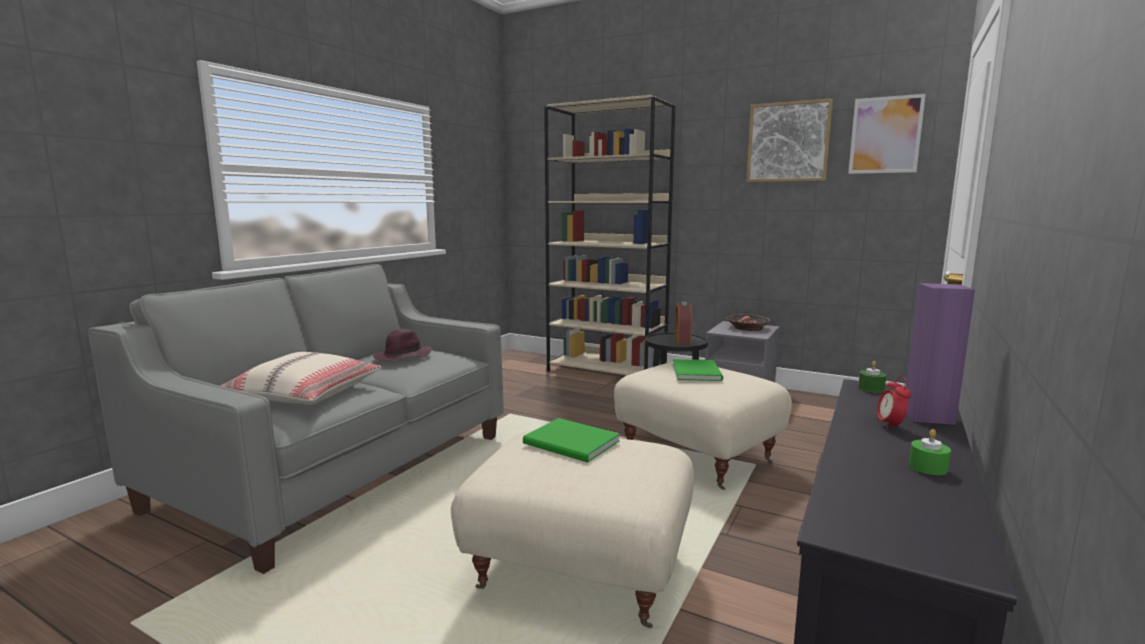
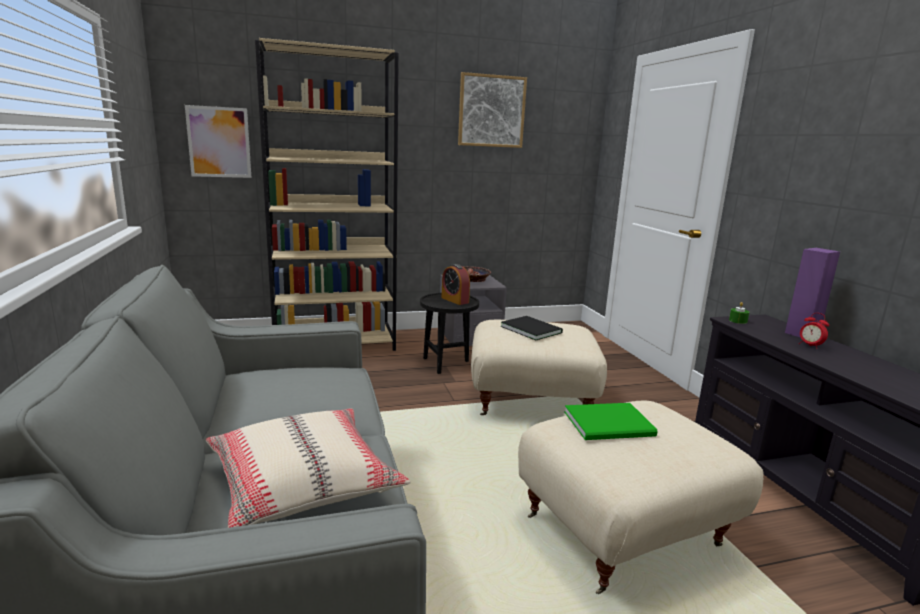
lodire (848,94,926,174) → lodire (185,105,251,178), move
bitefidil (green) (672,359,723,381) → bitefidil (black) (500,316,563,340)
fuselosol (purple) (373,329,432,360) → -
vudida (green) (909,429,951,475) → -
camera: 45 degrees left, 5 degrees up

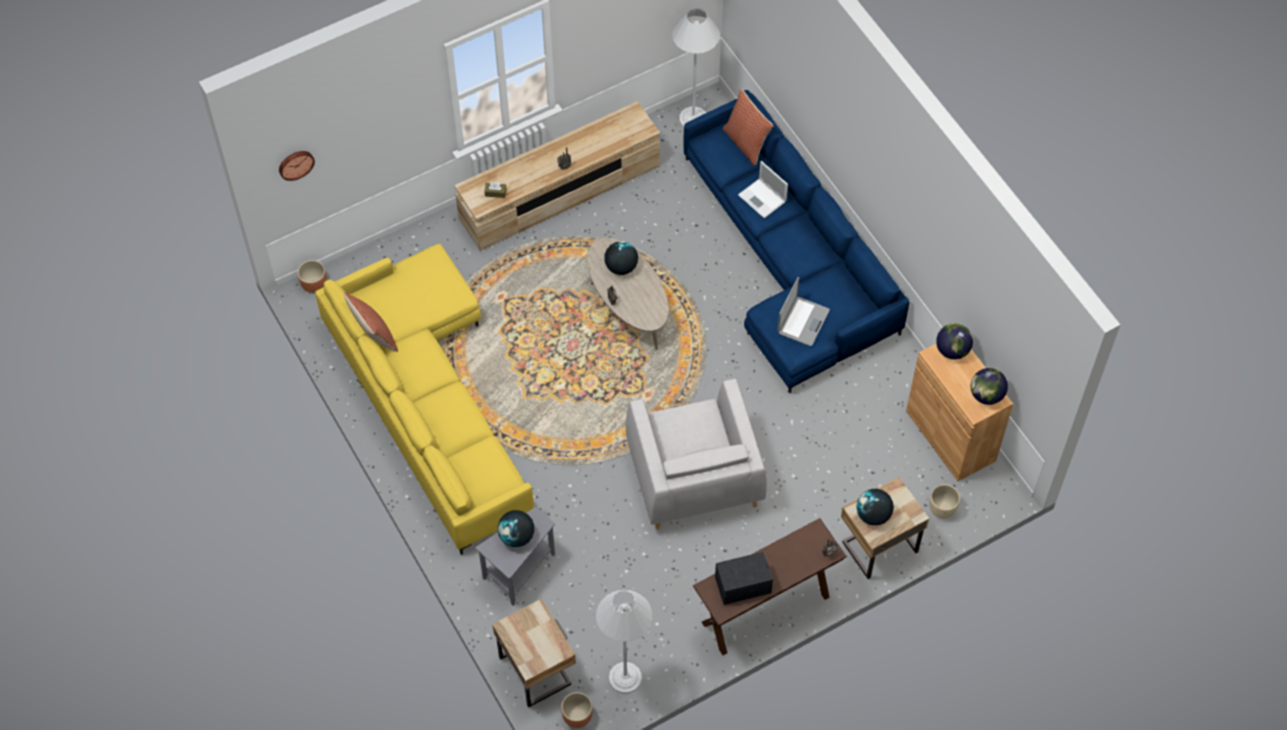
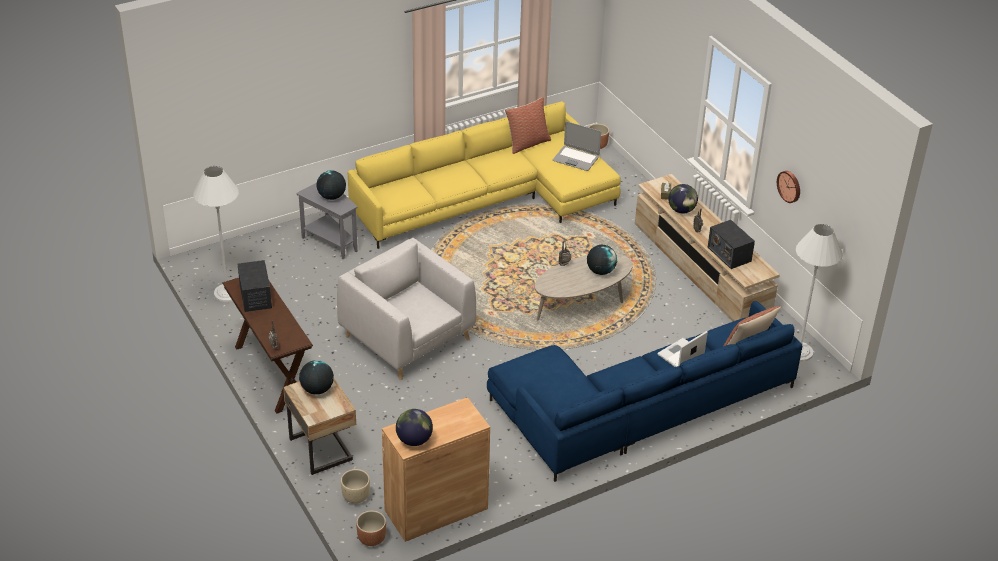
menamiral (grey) (626,379,767,530) → menamiral (grey) (337,238,476,380), 60 degrees clockwise
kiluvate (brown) (561,692,593,728) → kiluvate (brown) (356,511,386,546), move
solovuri (777,277,830,346) → solovuri (553,121,601,171), move
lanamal (936,323,973,359) → lanamal (668,184,698,213), move
- → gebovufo (708,220,755,269)
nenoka (279,151,315,181) → nenoka (777,171,800,203), move
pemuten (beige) (492,599,576,708) → -
camera: 90 degrees right, 20 degrees down

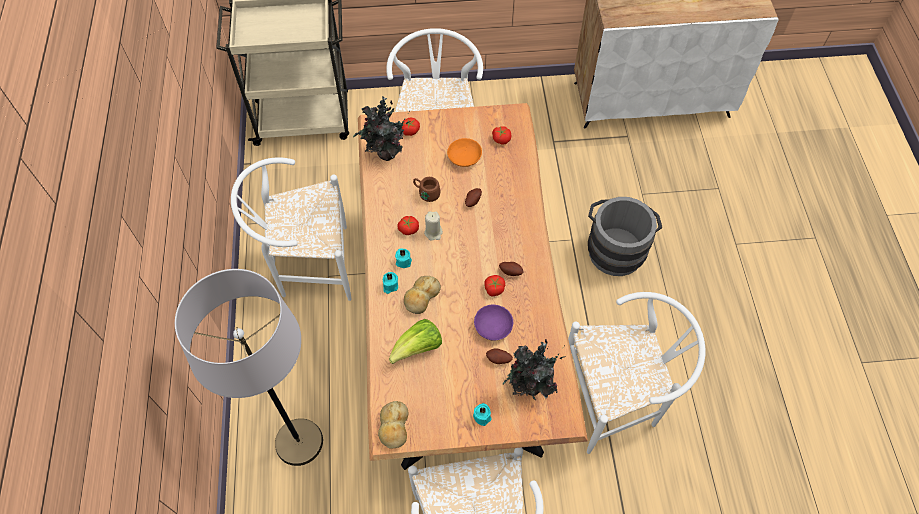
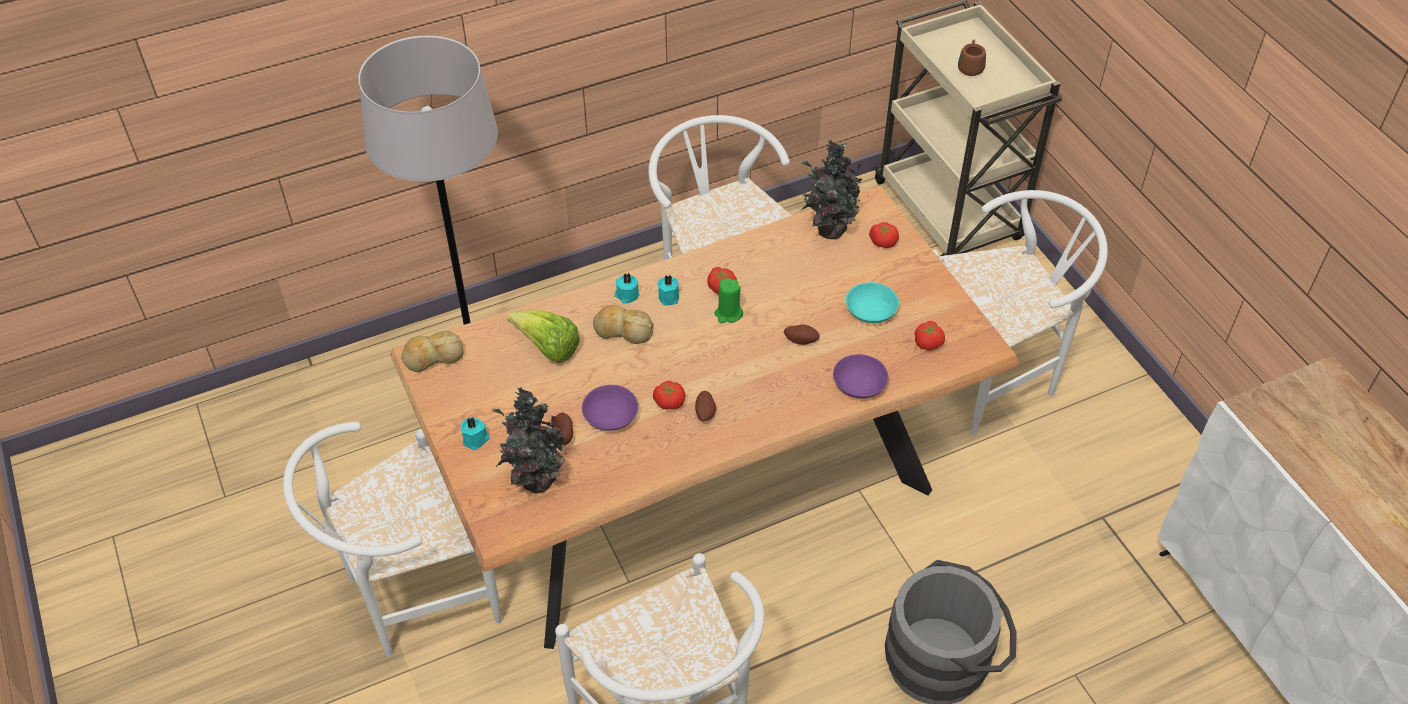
vudida (beige) (424,211,443,241) → vudida (green) (714,278,743,323)
- → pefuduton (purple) (833,354,888,399)
pefuduton (orange) (447,138,482,167) → pefuduton (turquoise) (846,282,899,323)
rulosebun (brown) (413,177,441,202) → rulosebun (brown) (958,40,986,76), move
camera: 70 degrees right, 10 degrees down

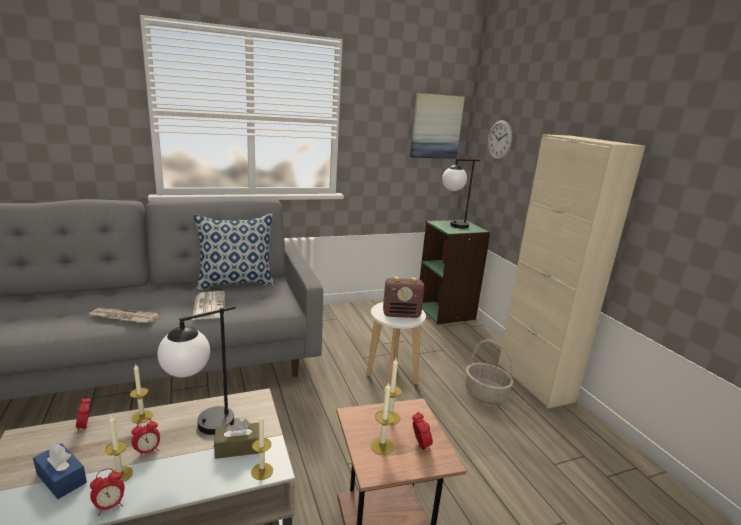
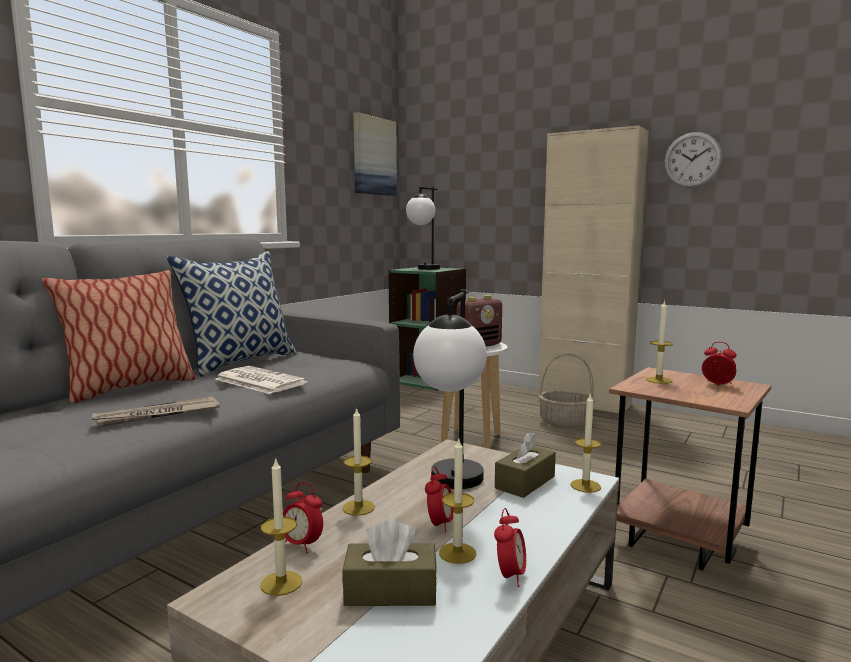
- → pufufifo (42,270,196,403)
vudida (371,382,395,455) → vudida (261,458,302,596), move
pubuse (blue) (33,442,87,499) → pubuse (brown) (342,518,437,606)
nenoka (488,120,512,160) → nenoka (664,132,722,188), move
camera: 35 degrees left, 10 degrees down

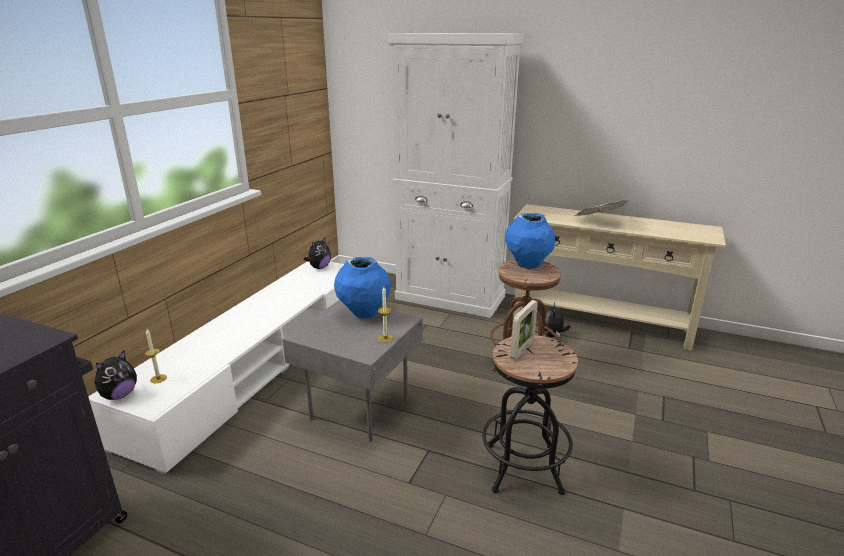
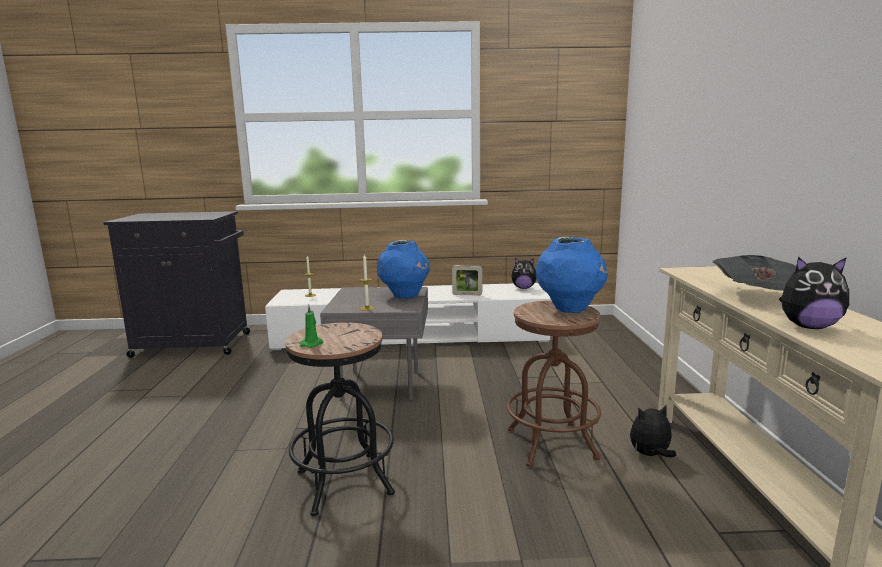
- → vudida (green) (300,305,323,348)
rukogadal (510,300,538,360) → rukogadal (452,265,482,295), move
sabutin (94,351,137,400) → sabutin (779,257,849,329), move
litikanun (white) (388,33,523,318) → -
camera: 65 degrees right, 10 degrees down

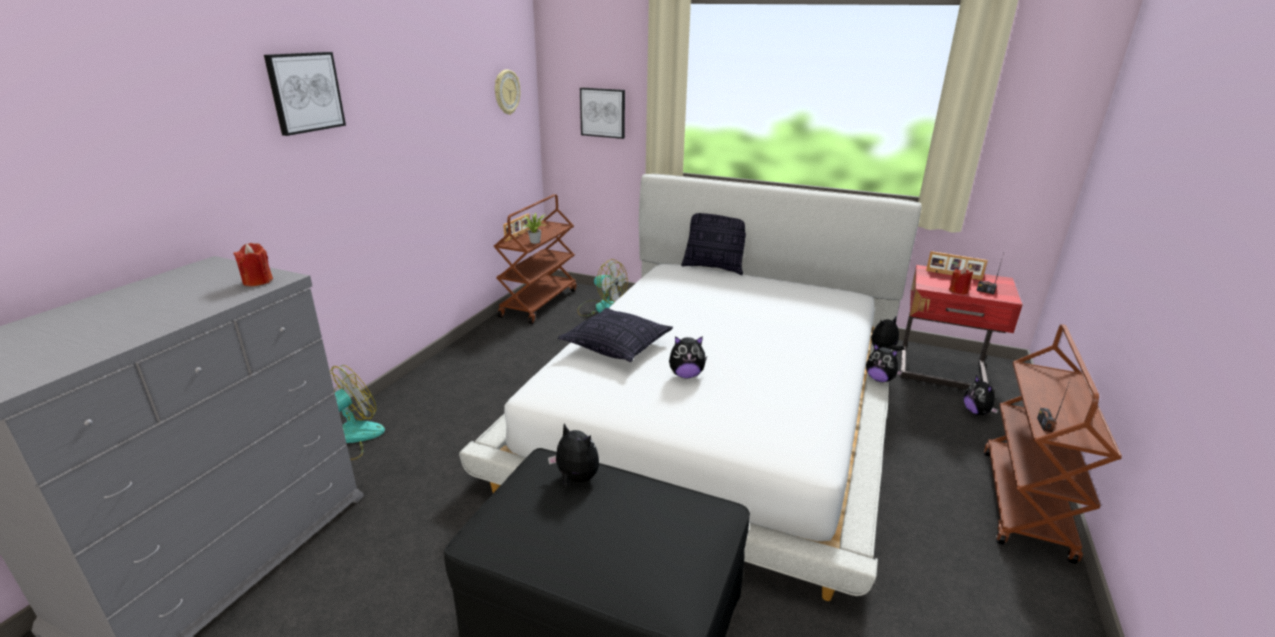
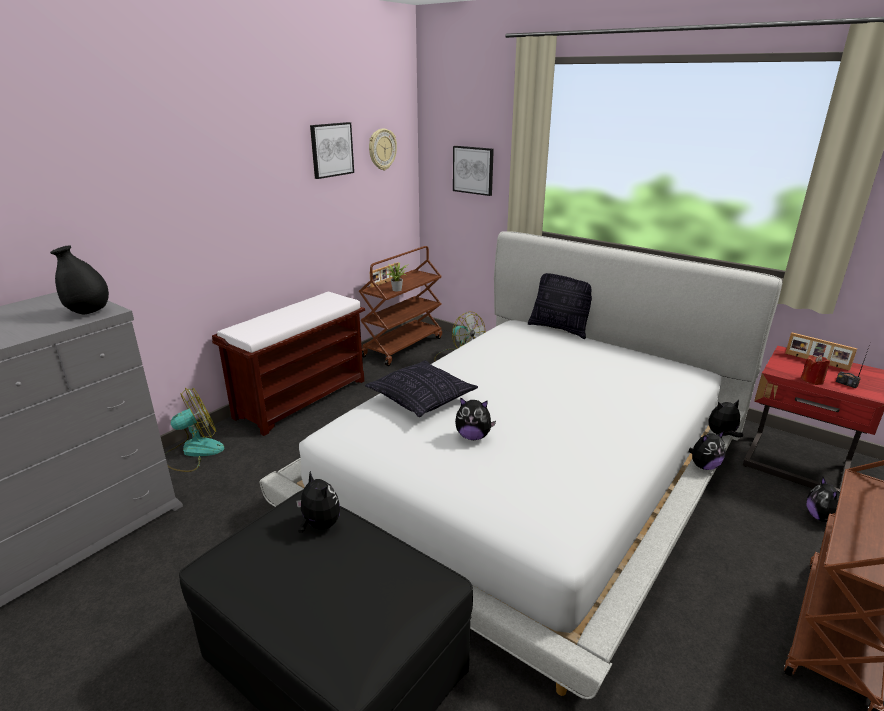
vudida (red) (233,243,273,286) → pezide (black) (50,245,109,315)
- → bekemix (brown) (212,292,365,436)
lodire (264,52,346,136) → lodire (310,122,354,179), move
sabutin (866,343,903,382) → sabutin (689,431,726,470), 75 degrees counterclockwise
gebovufo (1037,381,1070,432) → -
camera: 15 degrees right, 0 degrees up

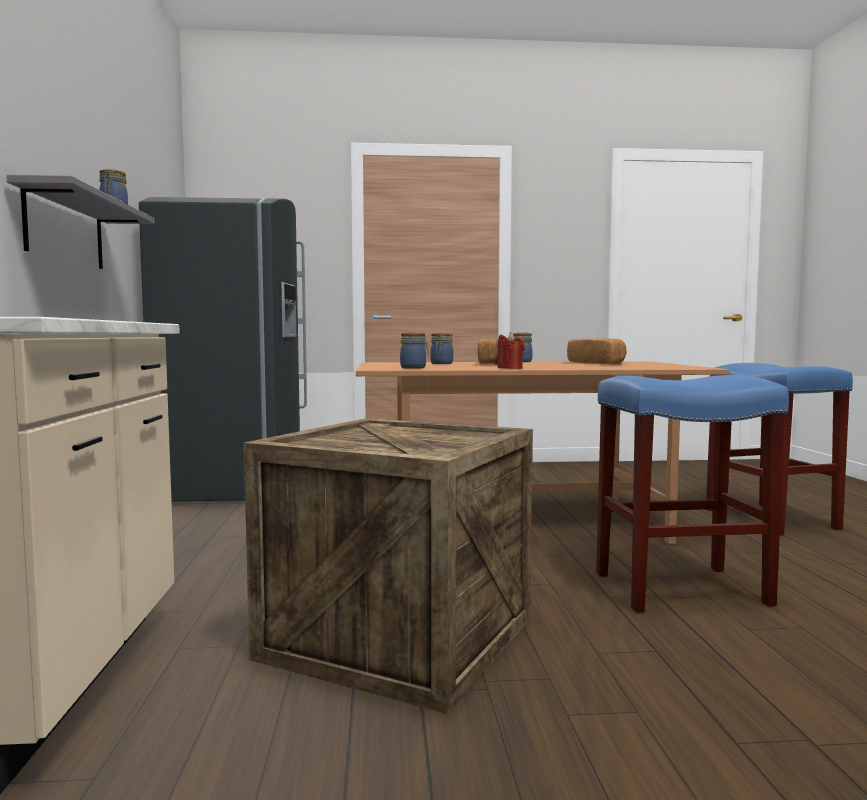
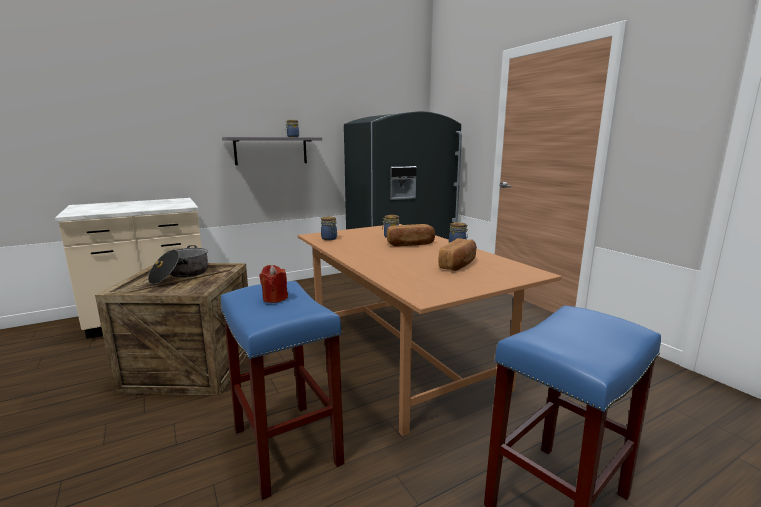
- → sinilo (148,245,208,284)
vudida (red) (498,332,525,369) → vudida (red) (260,265,288,303), move
camera: 65 degrees right, 10 degrees up

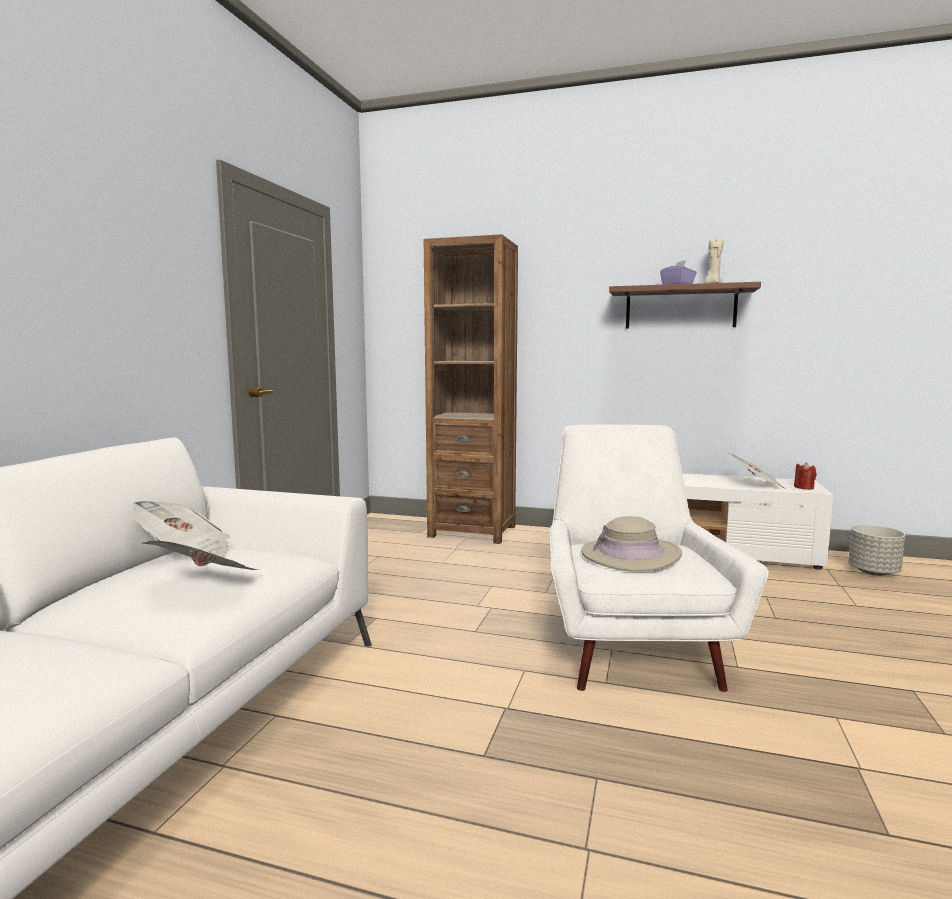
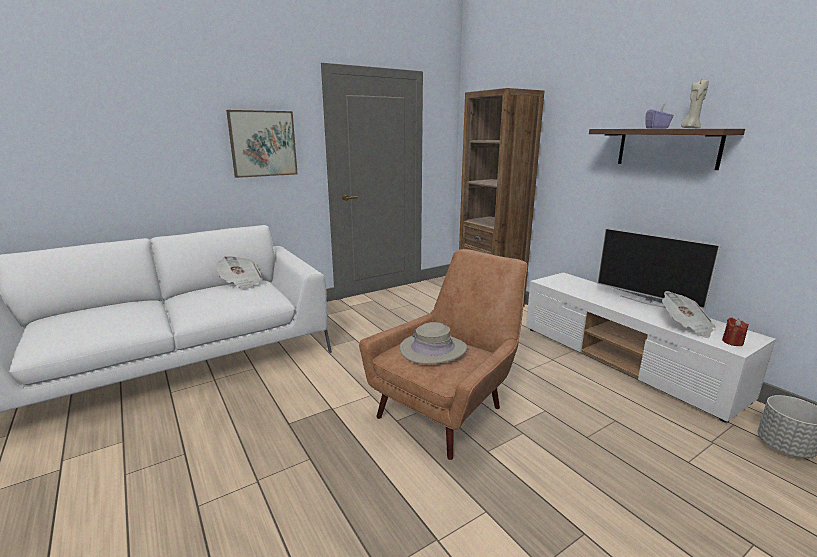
- → lodire (226,110,298,178)
menamiral (white) (549,424,769,692) → menamiral (brown) (359,249,528,460)
- → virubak (597,228,721,309)
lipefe (142,541,258,570) → -
camera: 40 degrees right, 10 degrees up

